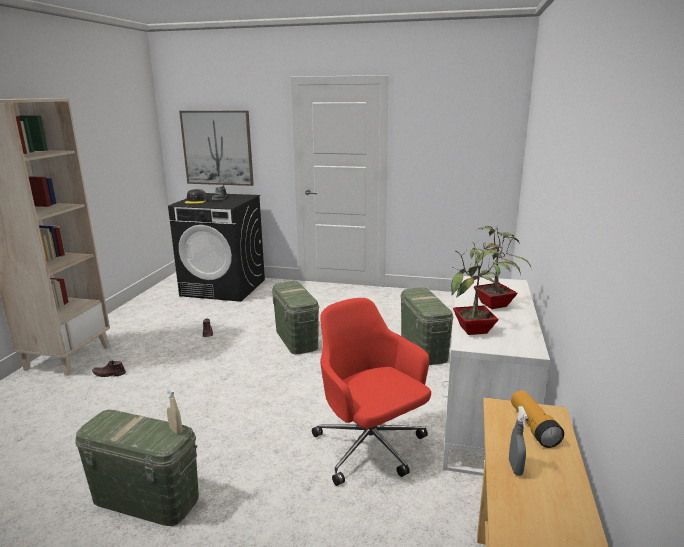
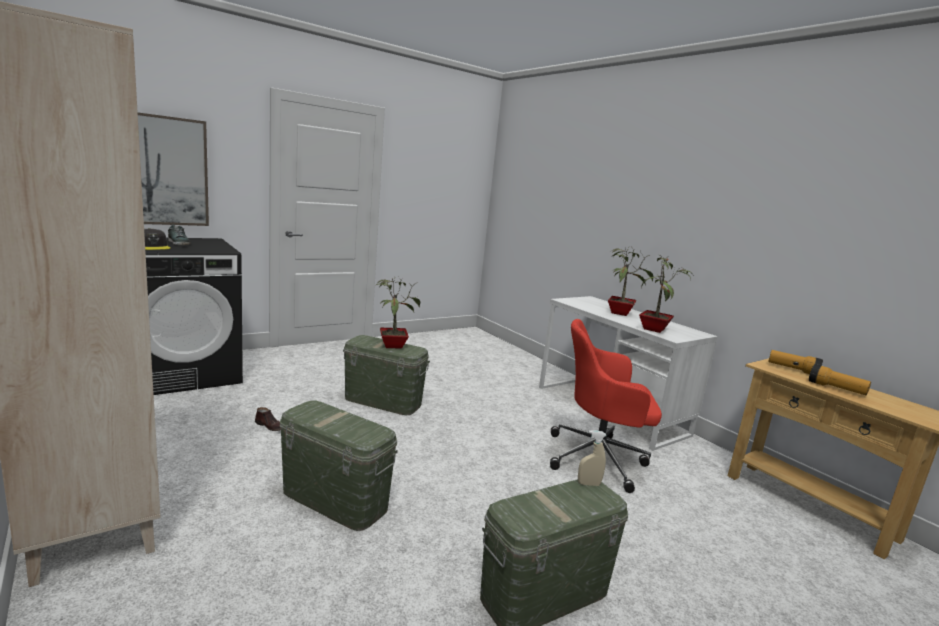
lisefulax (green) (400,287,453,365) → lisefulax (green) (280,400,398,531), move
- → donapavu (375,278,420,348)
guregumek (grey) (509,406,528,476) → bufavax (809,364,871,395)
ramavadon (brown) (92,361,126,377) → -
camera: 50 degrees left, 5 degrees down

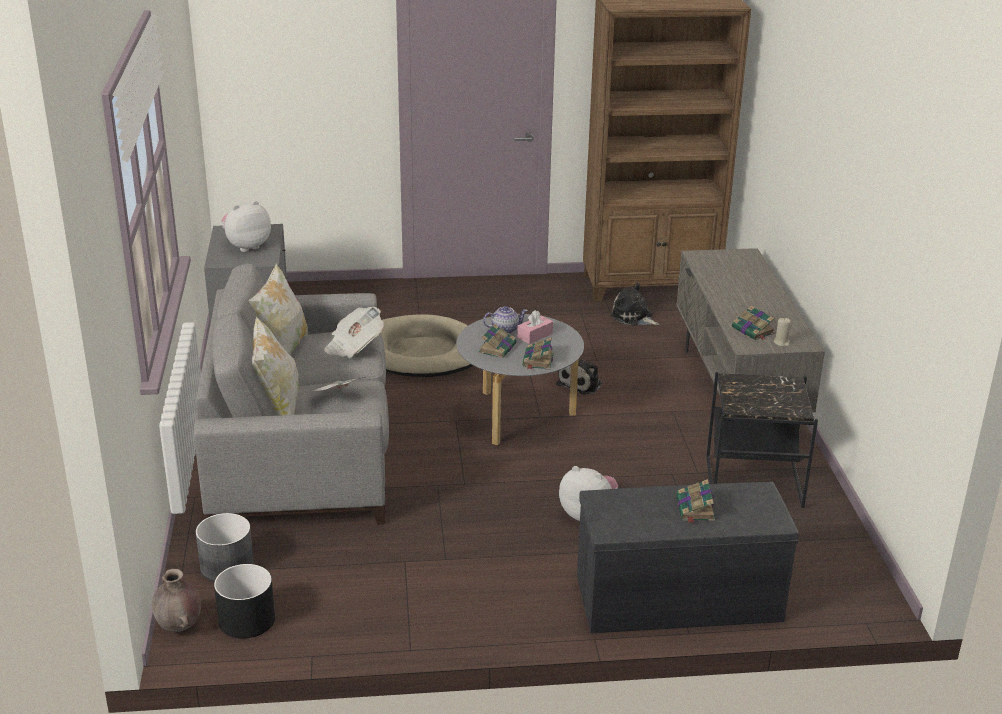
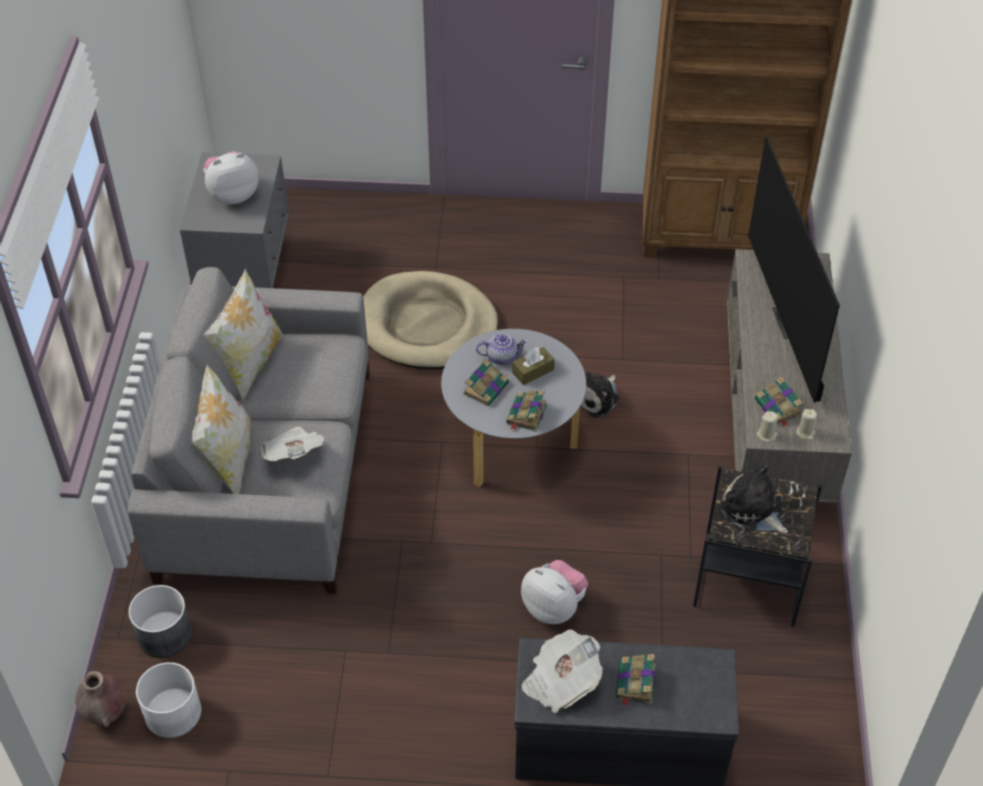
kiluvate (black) (214,564,275,639) → kiluvate (white) (136,662,201,738)
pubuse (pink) (517,310,553,344) → pubuse (brown) (512,347,555,385)
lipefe (324,307,384,358) → lipefe (522,630,603,713), move
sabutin (611,283,659,326) → sabutin (719,464,788,533), move
- → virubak (748,137,840,403)
- → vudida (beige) (757,411,778,442)
camera: 10 degrees right, 20 degrees up

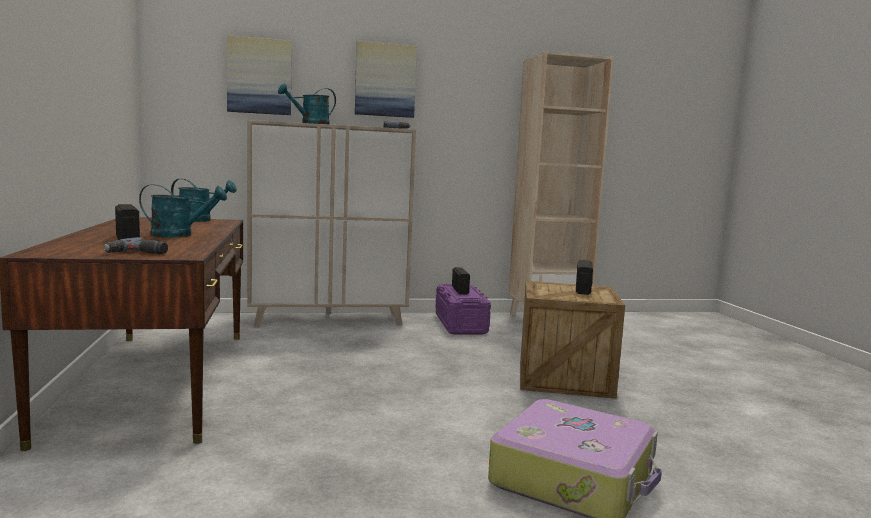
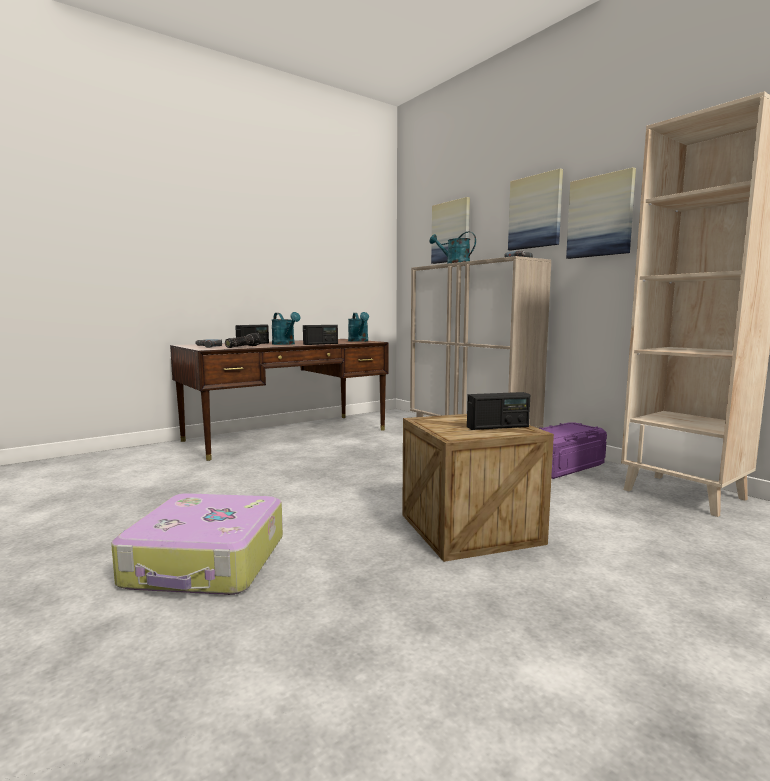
- → bufavax (225,333,261,348)
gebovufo (452,267,470,295) → gebovufo (303,325,338,345), move
- → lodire (566,167,636,259)
camera: 65 degrees right, 0 degrees up

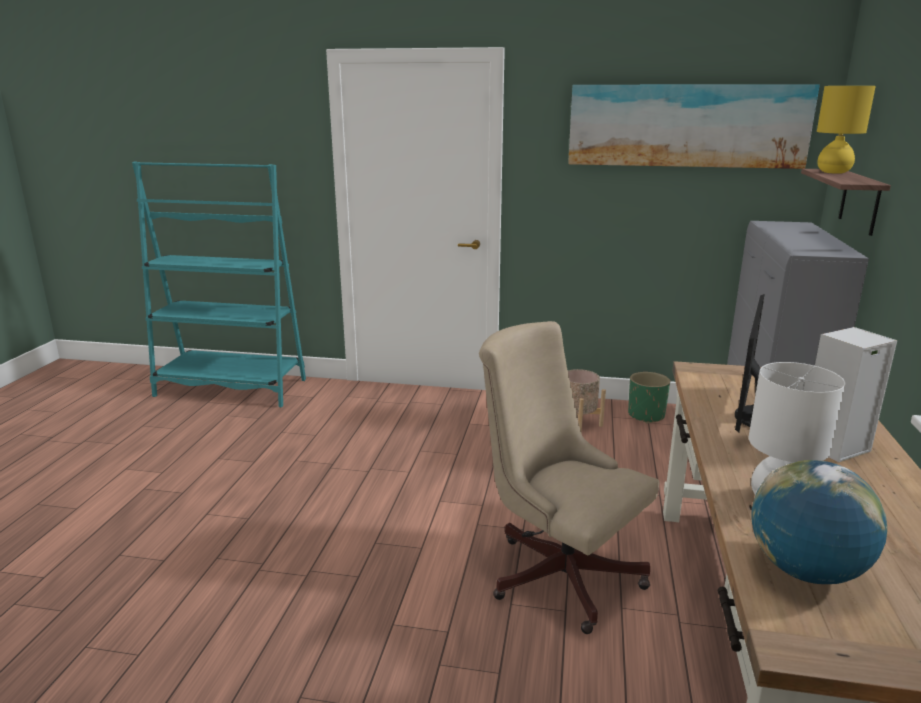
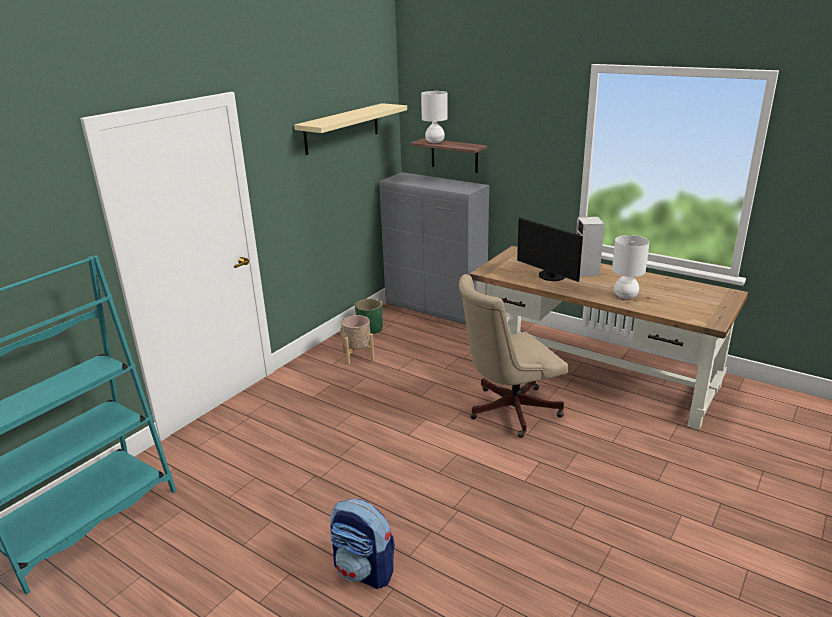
lodire (568,85,820,169) → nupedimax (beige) (294,103,407,155)
- → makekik (330,499,395,589)
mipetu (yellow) (817,86,876,174) → mipetu (white) (421,91,448,143)
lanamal (751,460,887,584) → -
camera: 65 degrees left, 5 degrees up

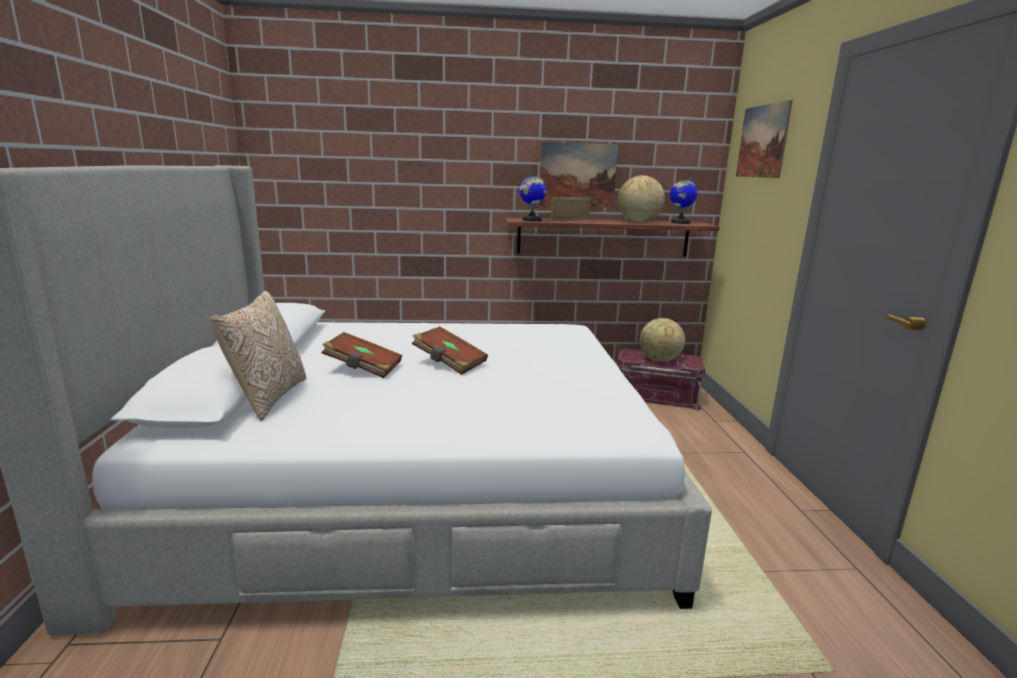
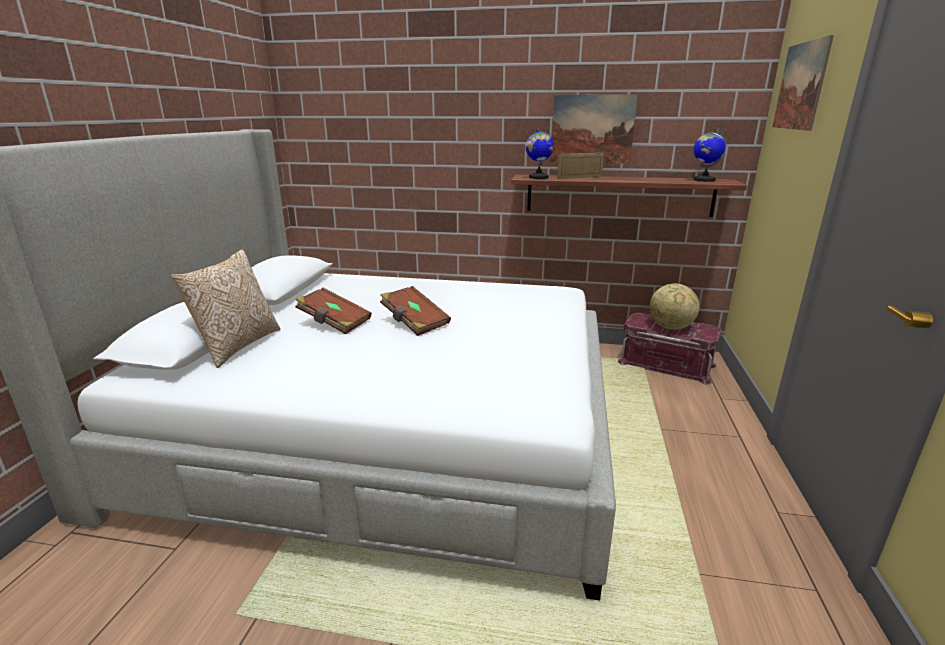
lanamal (618,175,665,223) → -
camera: 15 degrees right, 5 degrees up

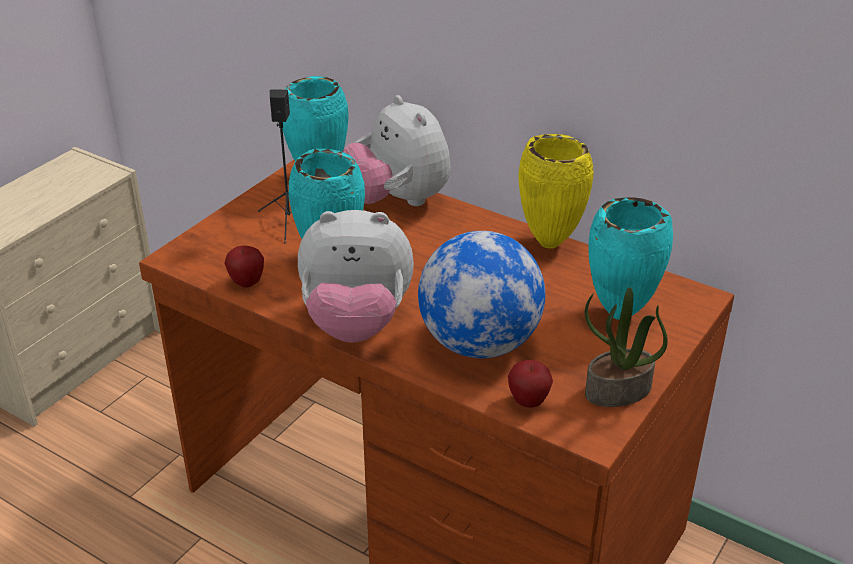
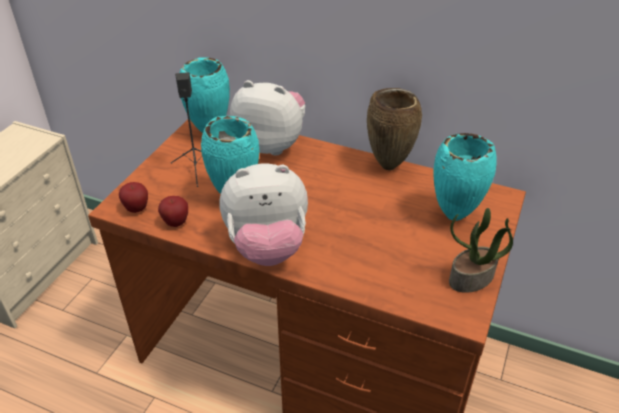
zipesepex (508,360,553,407) → zipesepex (119,182,148,213), move
sabutin (342,95,451,206) → sabutin (230,80,305,156), 150 degrees clockwise
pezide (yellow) (518,134,594,249) → pezide (brown) (367,88,422,170)
lanamal (418,231,545,358) → -
camera: 10 degrees left, 5 degrees up

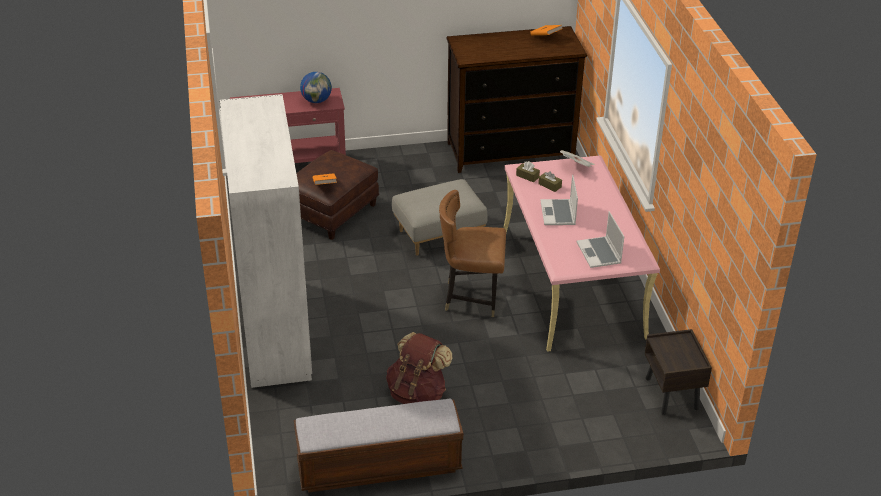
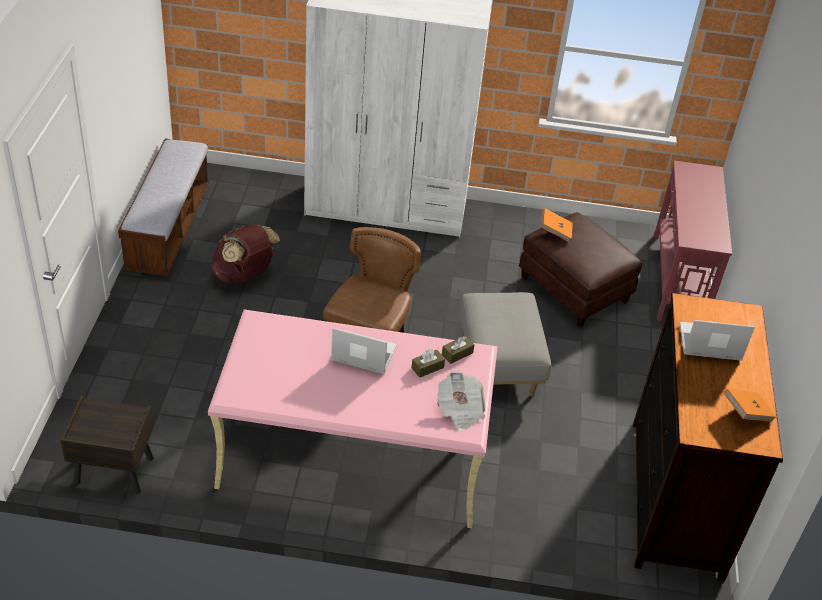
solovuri (577,211,624,268) → solovuri (680,320,755,360), move
lanamal (300,72,332,103) → -
camera: 105 degrees right, 5 degrees up

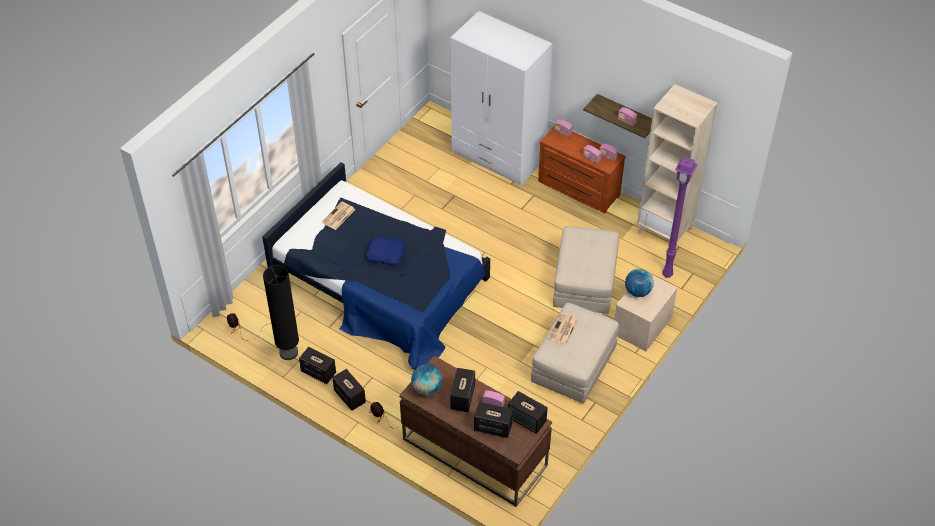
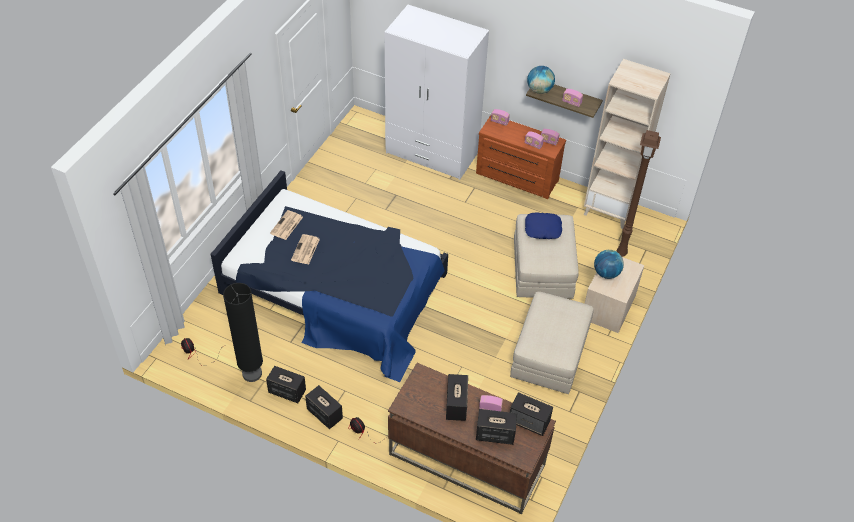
lipefe (549,313,578,345) → lipefe (291,234,320,265), move
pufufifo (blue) (366,237,405,264) → pufufifo (blue) (525,212,562,239), move
lanamal (411,364,442,395) → lanamal (527,66,555,94), move
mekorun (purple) (662,156,698,278) → mekorun (brown) (617,130,661,257)
camera: 10 degrees left, 0 degrees up

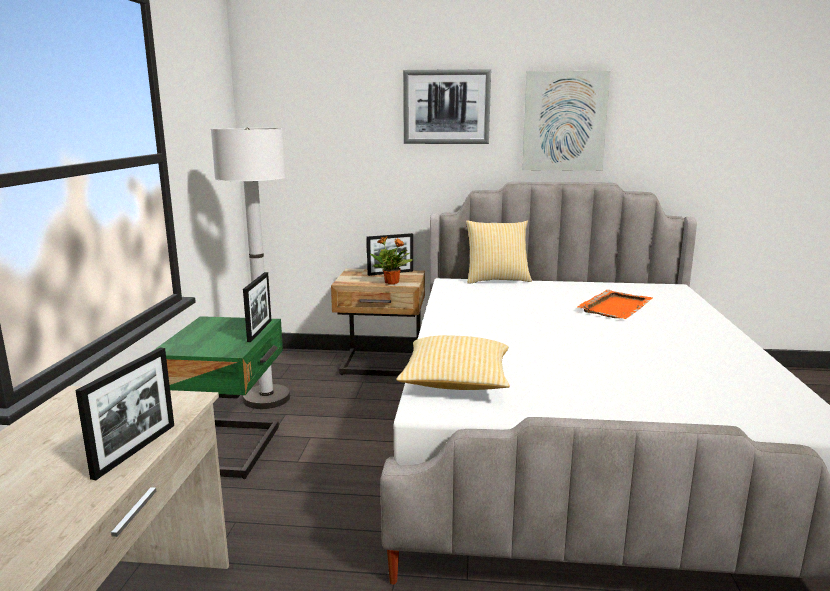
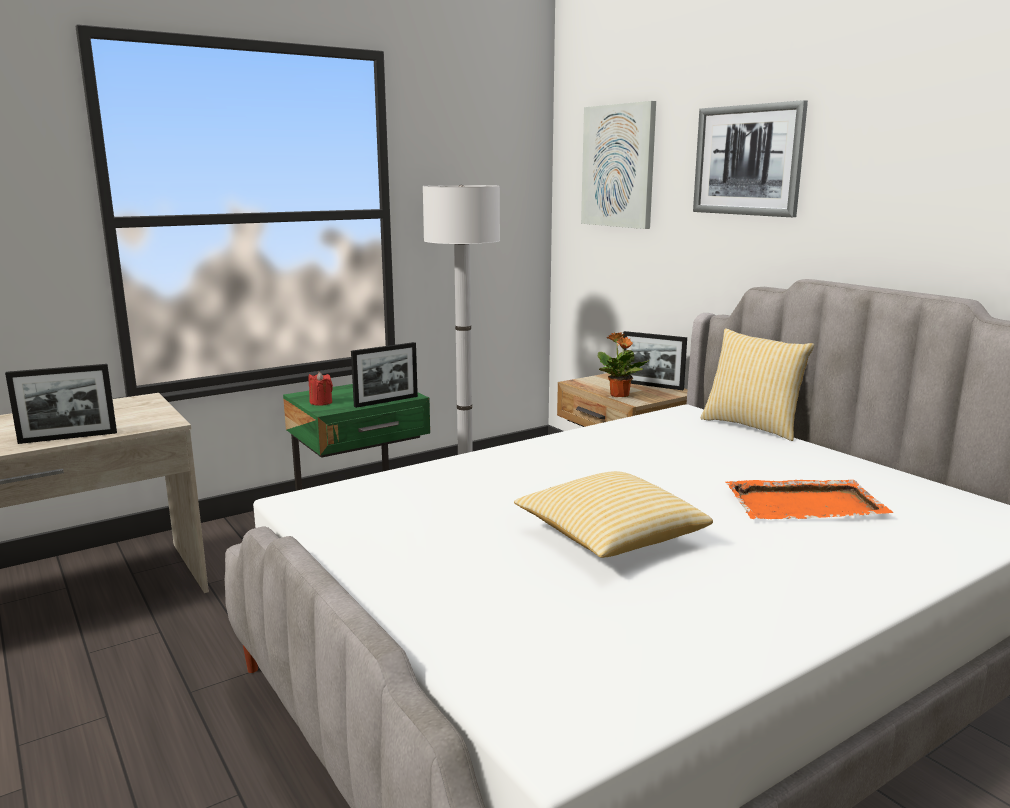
- → vudida (red) (308,372,333,406)
pufufifo (397,335,510,390) → pufufifo (514,471,713,558), move
lodire (522,71,610,171) → lodire (581,101,656,229), move
camera: 50 degrees right, 0 degrees up

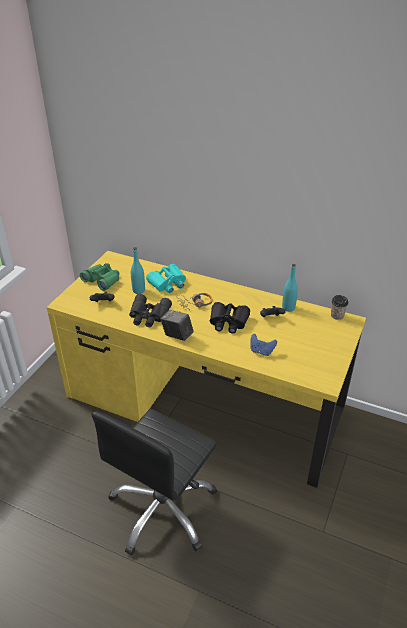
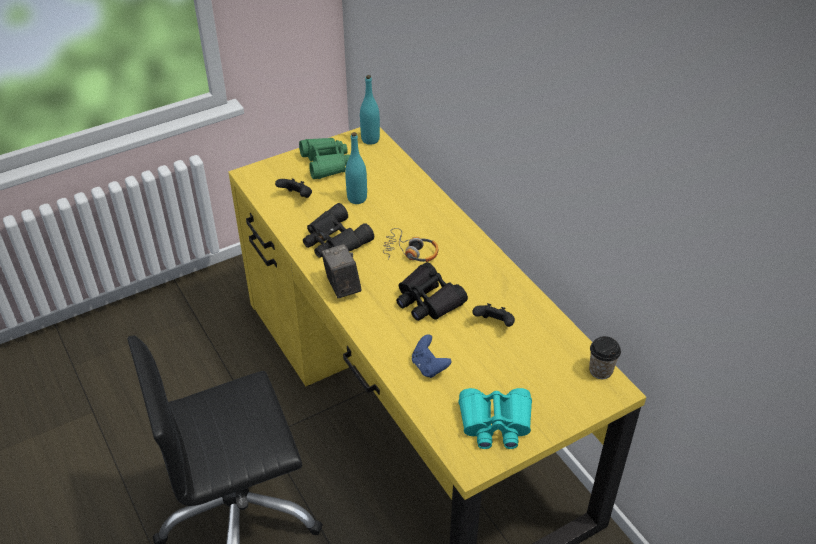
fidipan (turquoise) (282,264,298,312) → fidipan (turquoise) (360,75,380,145), move
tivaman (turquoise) (146,264,186,293) → tivaman (turquoise) (459,388,532,449), move
camera: 35 degrees right, 5 degrees up

